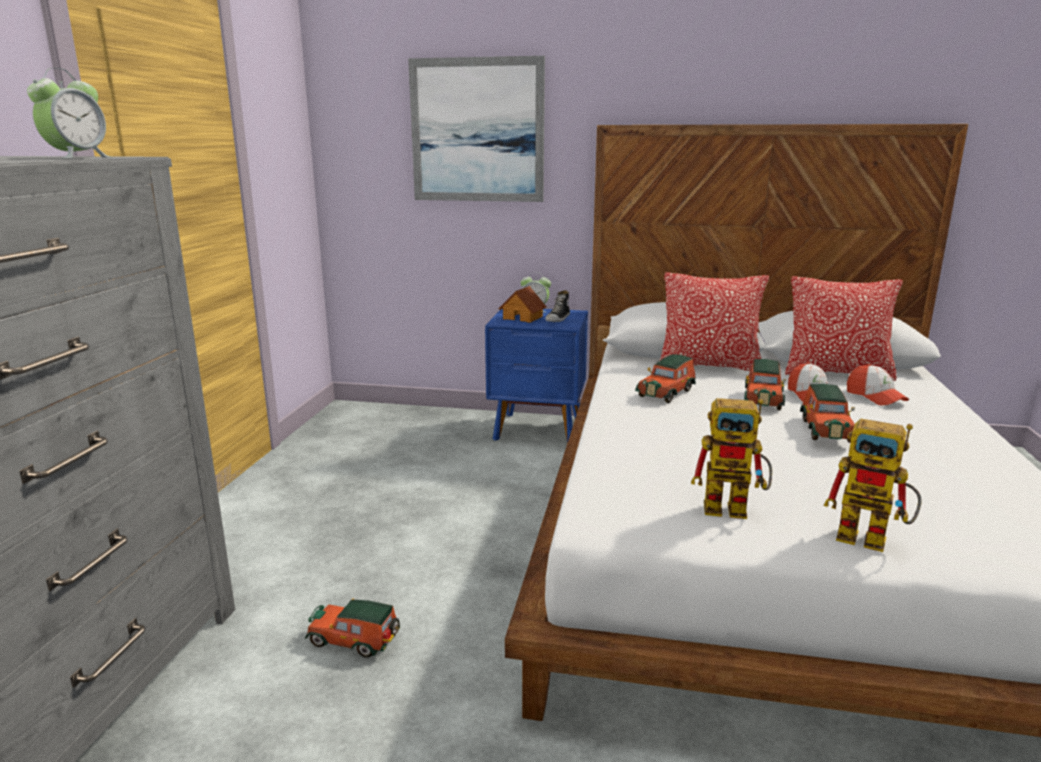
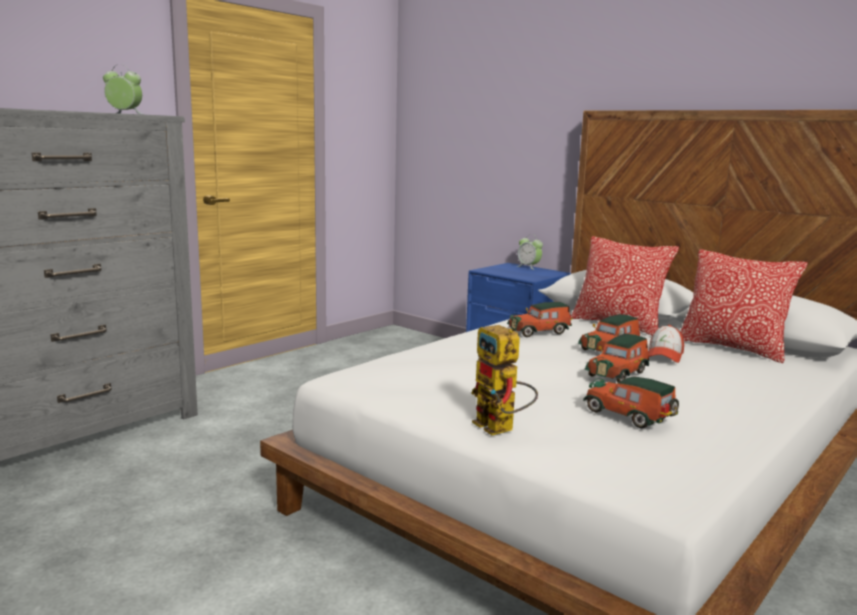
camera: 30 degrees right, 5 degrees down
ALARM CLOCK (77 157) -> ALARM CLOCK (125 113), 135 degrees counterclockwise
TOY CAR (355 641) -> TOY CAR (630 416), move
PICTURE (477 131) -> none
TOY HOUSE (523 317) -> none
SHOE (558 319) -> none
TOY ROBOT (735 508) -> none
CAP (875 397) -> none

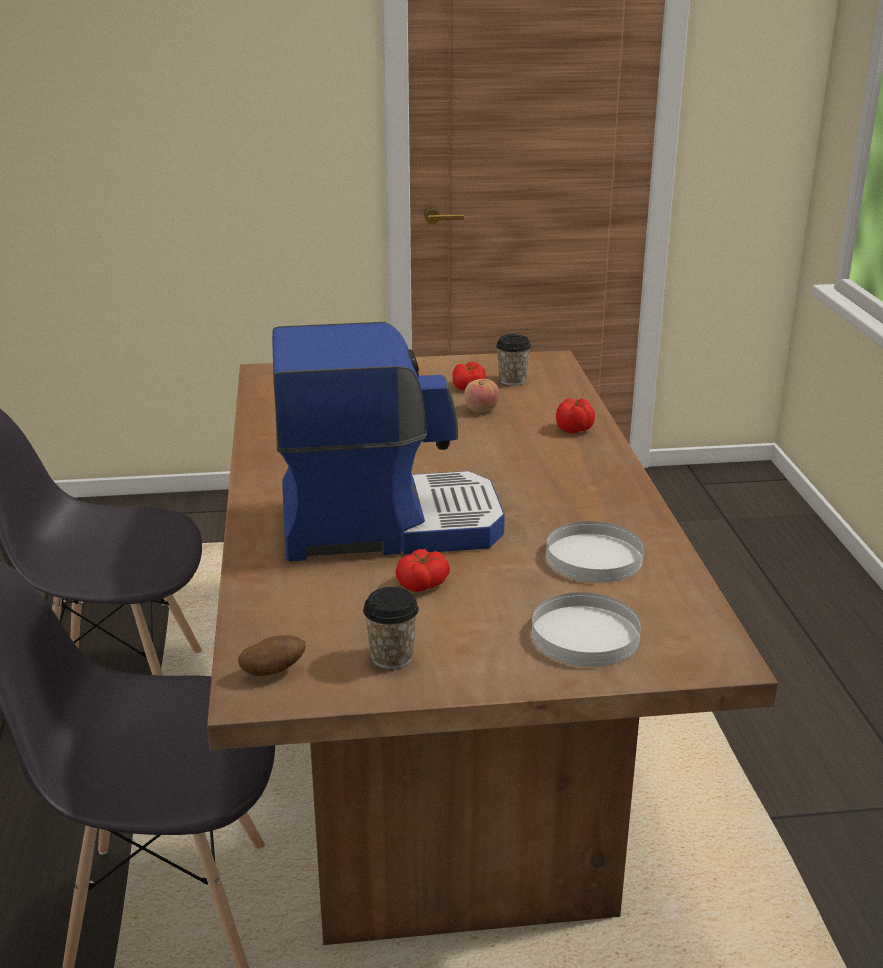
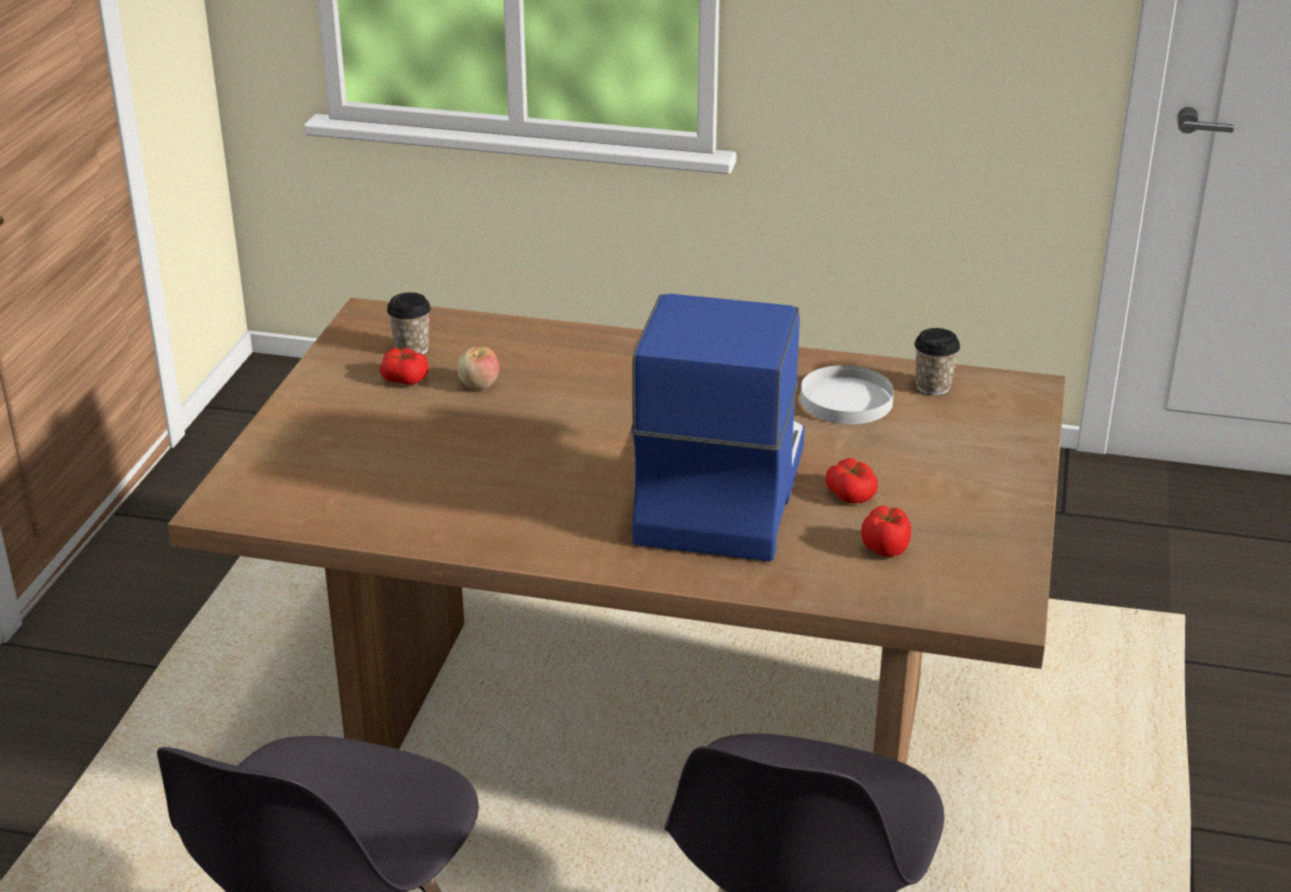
camera: 70 degrees left, 5 degrees up
TOMATO (575 430) -> TOMATO (886 548), move
CUP (392 657) -> CUP (933 387), move
POTATO (273 672) -> none
WHITE PLATE (585 635) -> none

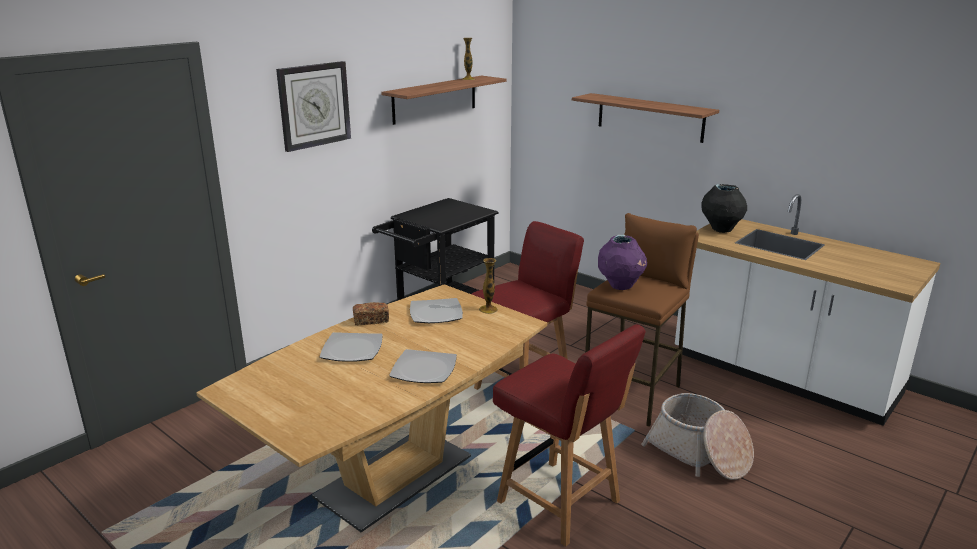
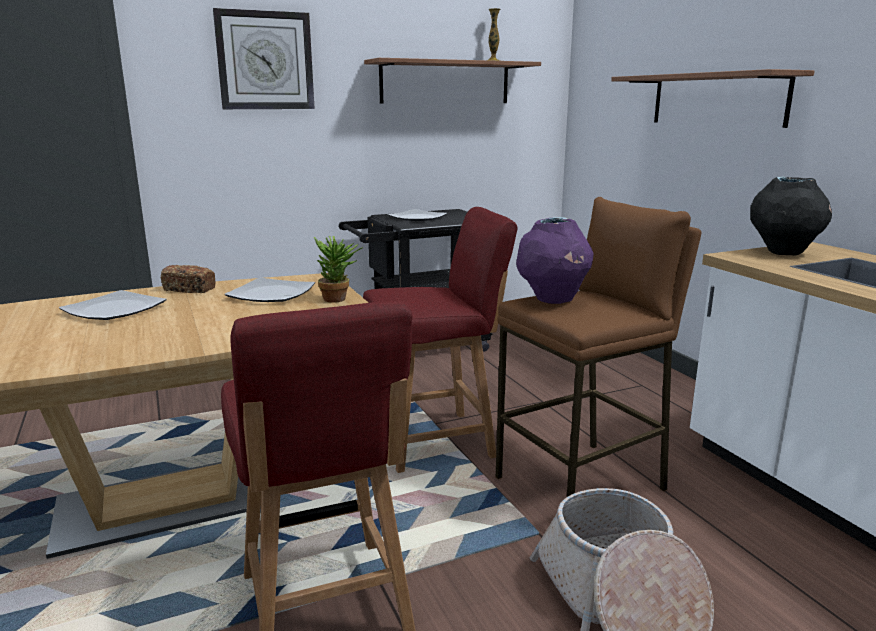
camera: 25 degrees right, 5 degrees down
VASE (488 309) -> POTTED PLANT (339 299)
PLATE (424 370) -> PLATE (417 218), move

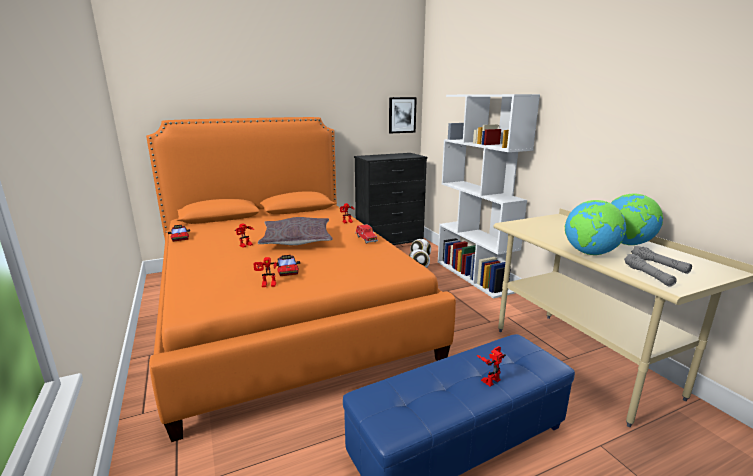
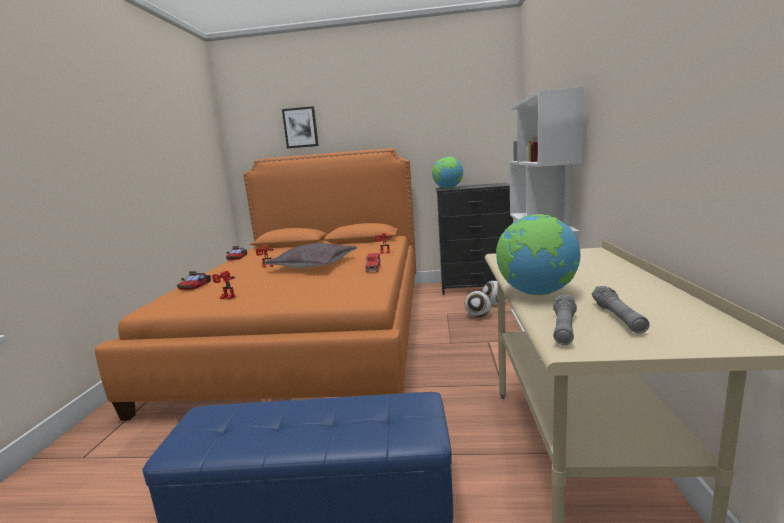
camera: 30 degrees right, 5 degrees down
TOY CAR (287 270) -> TOY CAR (195 285), move
PICTURE (402 115) -> PICTURE (300 127), move
GLOBE (627 244) -> GLOBE (448 188), move
TOY ROBOT (489 378) -> none

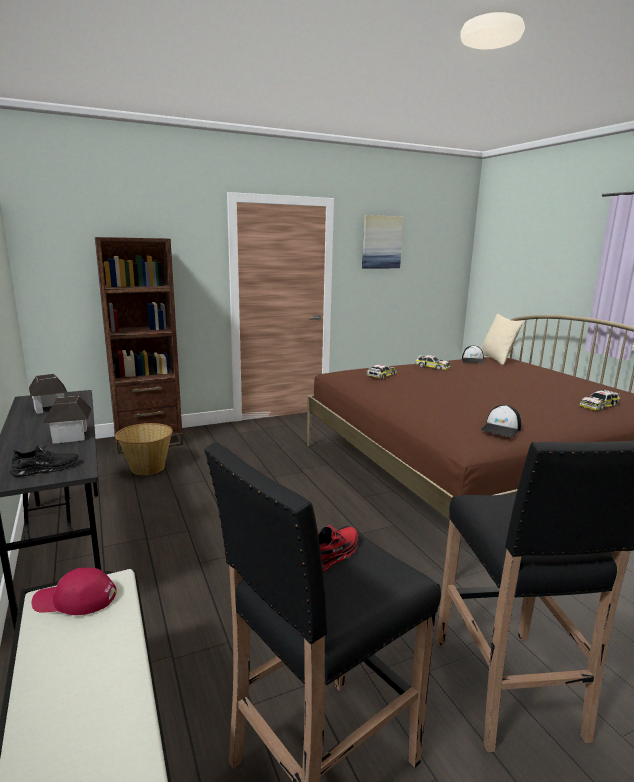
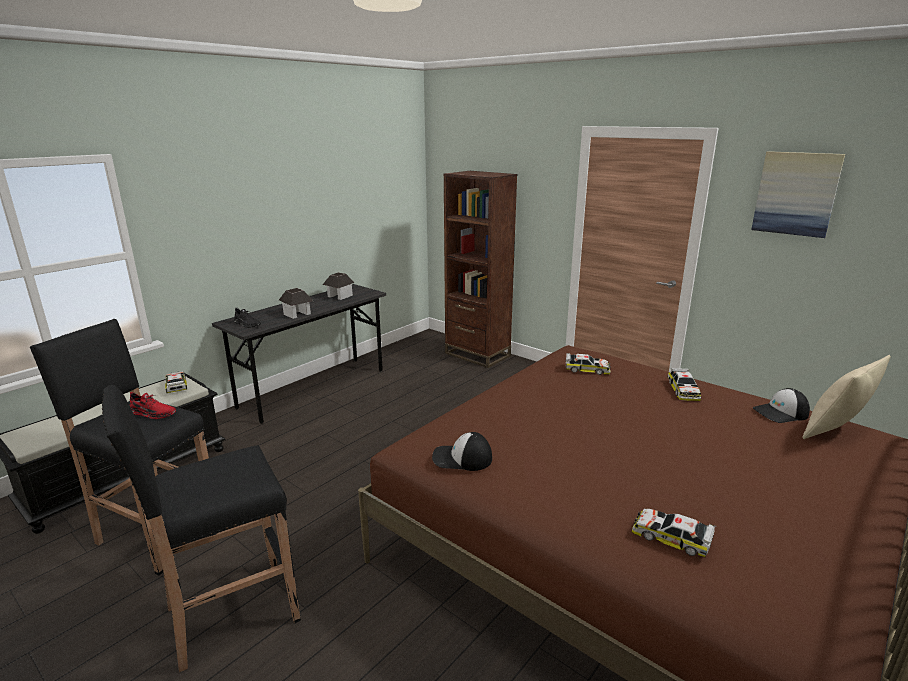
camera: 65 degrees right, 5 degrees up
RED CAP (75 599) -> TOY CAR (176 386)
BASKET (147 467) -> none

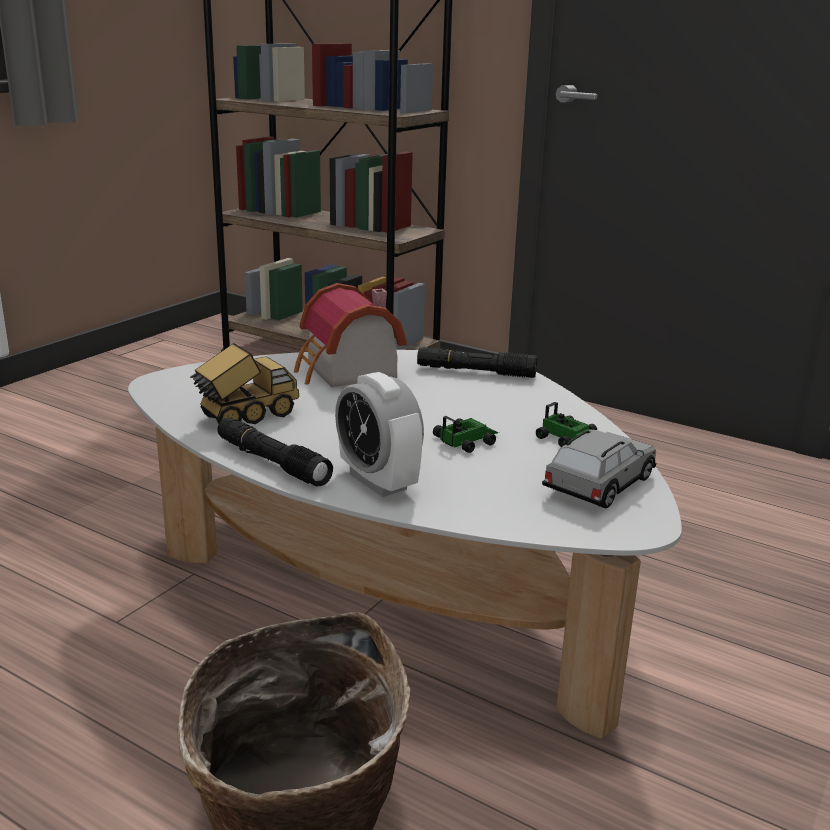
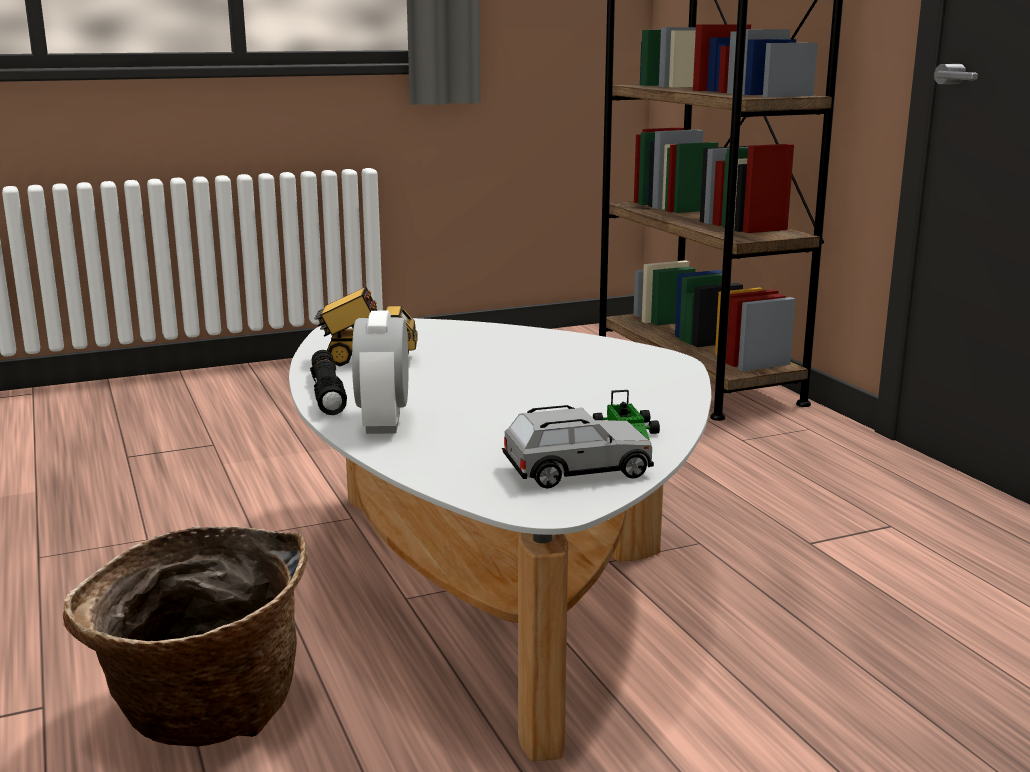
camera: 35 degrees right, 5 degrees down
TOY HOUSE (347 372) -> none
BLACK FLASHLIGHT (475 372) -> none
TOY CAR (469 438) -> none

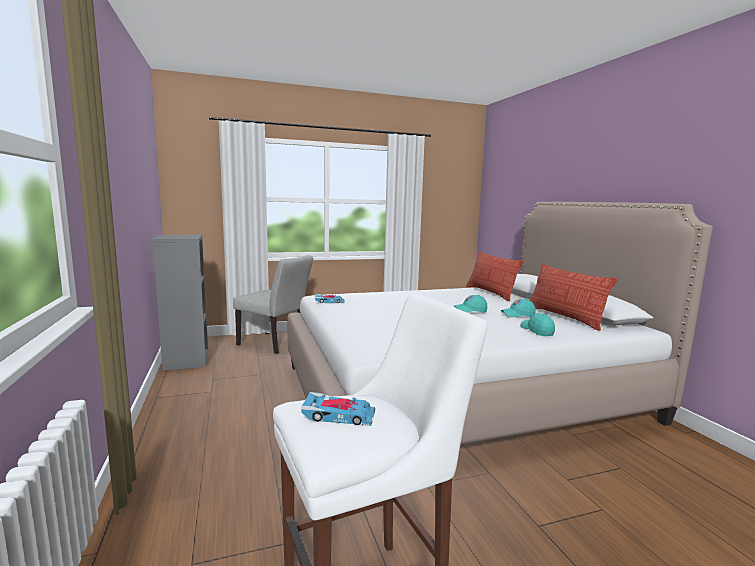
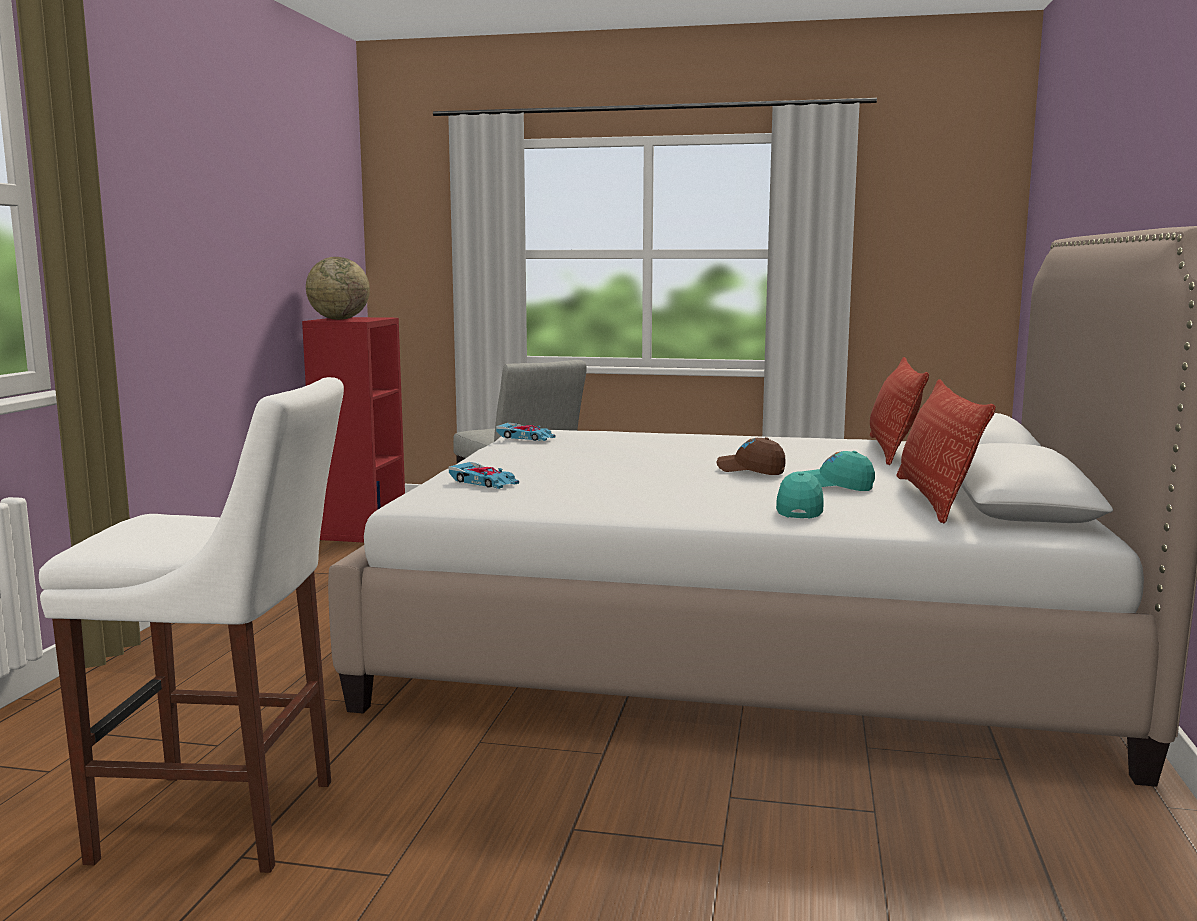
camera: 30 degrees right, 0 degrees up
GREY BOOKCASE (186 360) -> RED BOOKCASE (361 531)
none -> GLOBE (339 319)
TOY CAR (339 415) -> TOY CAR (484 482), move
TURQUOISE CAP (470 310) -> BROWN CAP (751 470)

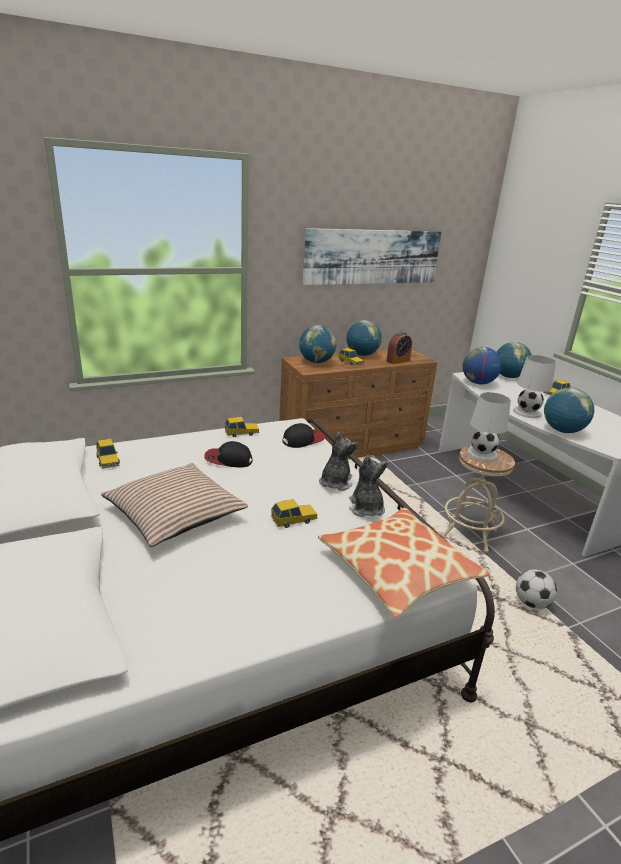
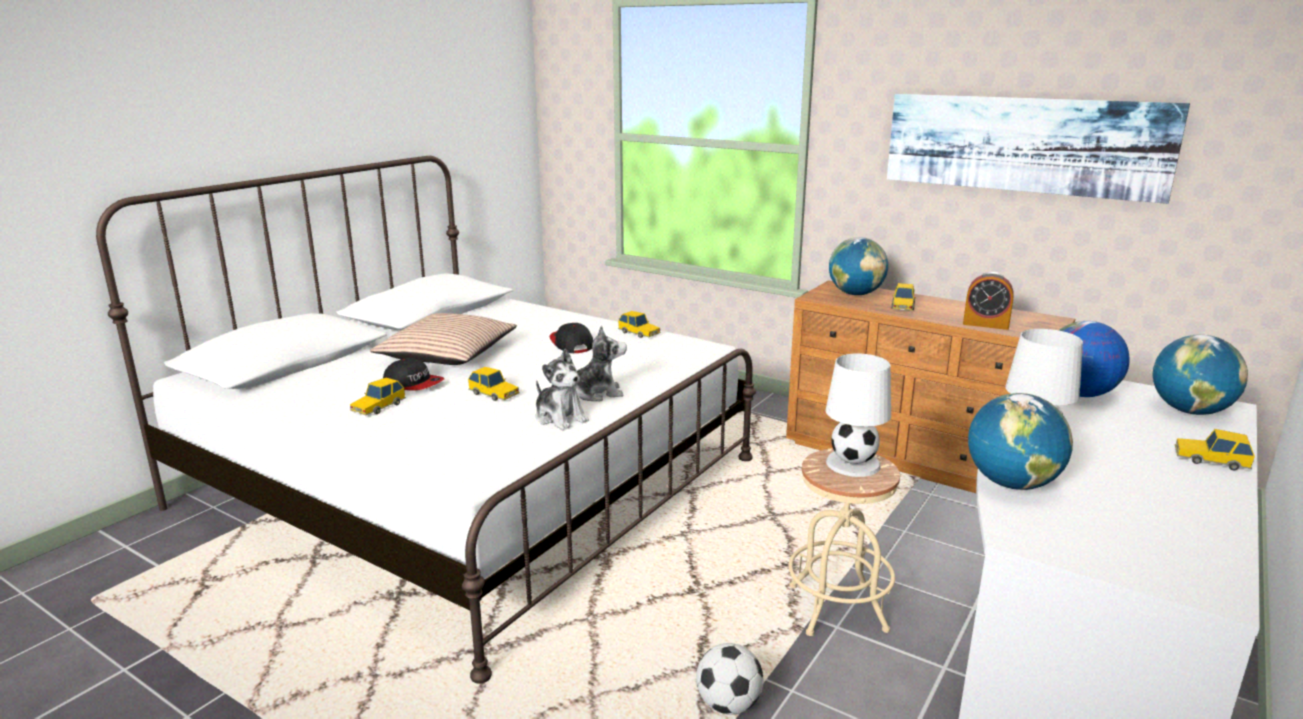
camera: 60 degrees right, 5 degrees down
TOY CAR (108 460) -> TOY CAR (378 407), move
CAP (303 440) -> CAP (413 384), move
PLUSH TOY (366 508) -> PLUSH TOY (560 418), 90 degrees clockwise
PILLOW (397 570) -> none
GLOBE (362 355) -> none

